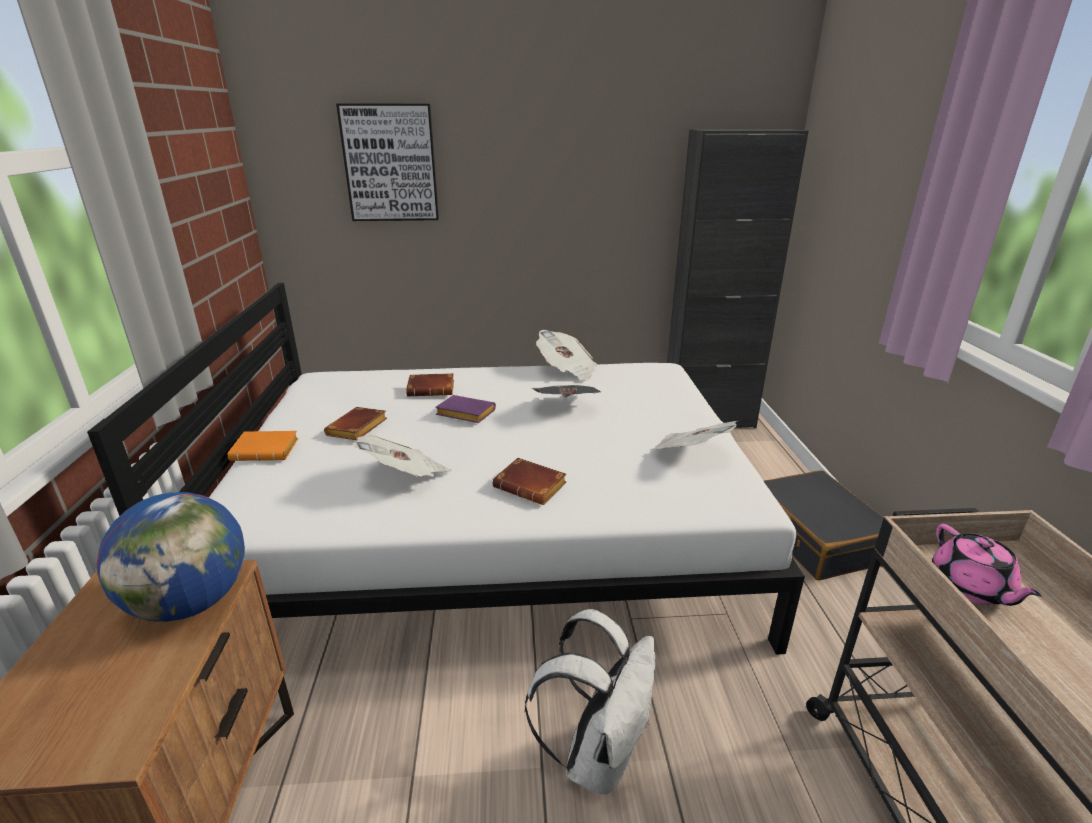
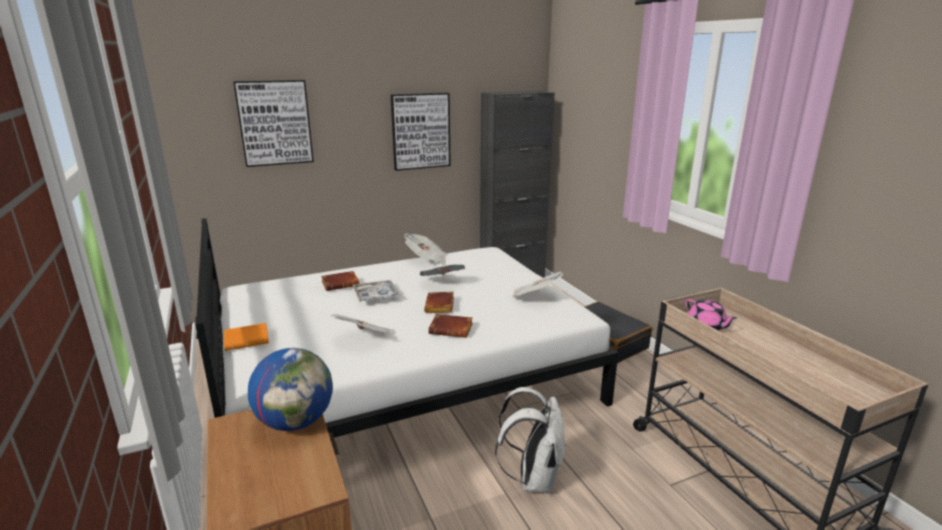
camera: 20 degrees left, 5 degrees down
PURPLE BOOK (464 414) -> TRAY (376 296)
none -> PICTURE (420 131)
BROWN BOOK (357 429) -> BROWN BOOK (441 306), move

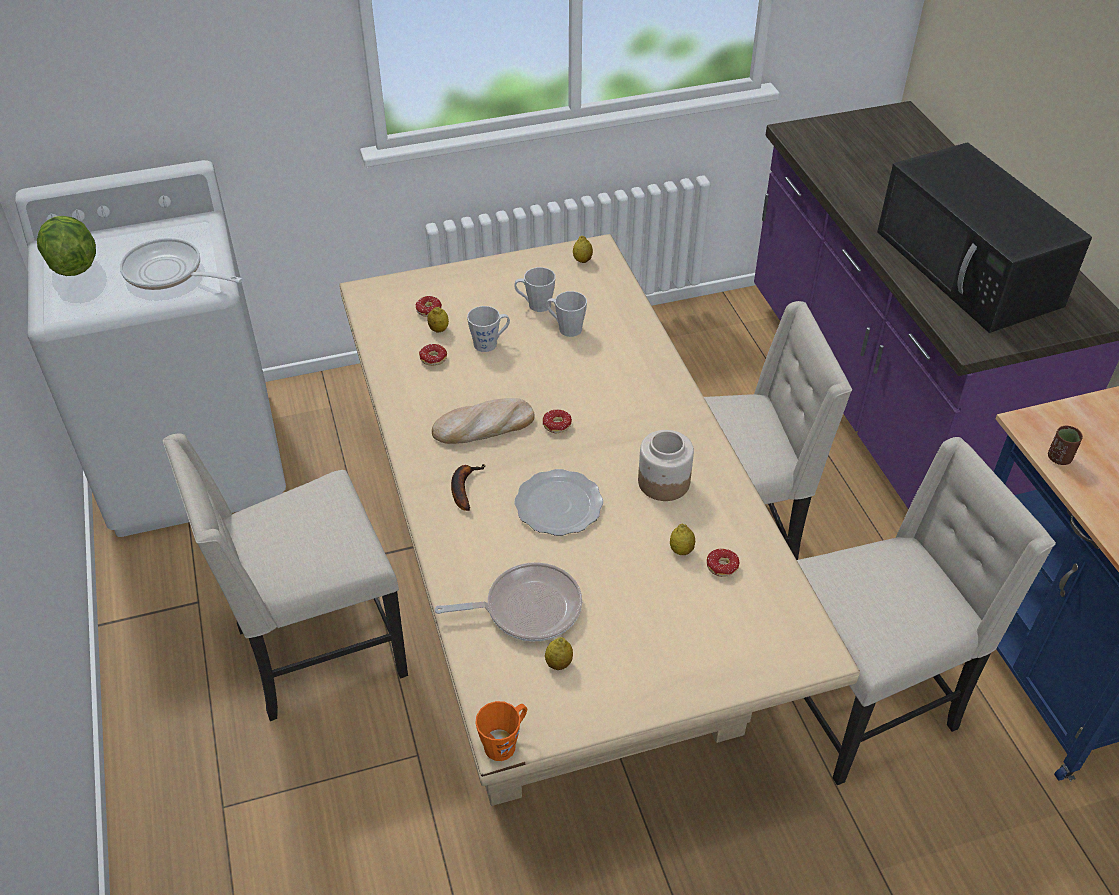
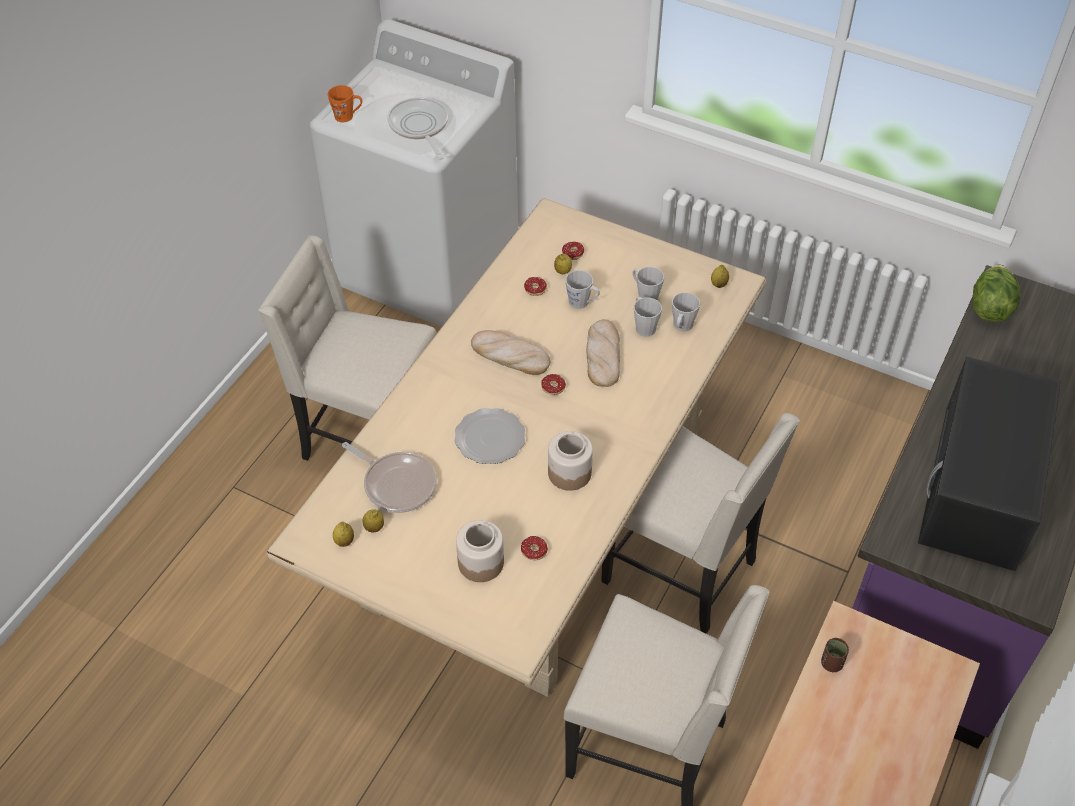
camera: 45 degrees right, 5 degrees up
ORANGE MUG (505 742) -> ORANGE MUG (347 116), move
LEMON (681 550) -> LEMON (344 541), move
none -> JAR (480 562)
none -> BREAD (602 355)
none -> GREY MUG (682 327)
LETTUCE (72 263) -> LETTUCE (990 307), move
BANANA (463 487) -> none

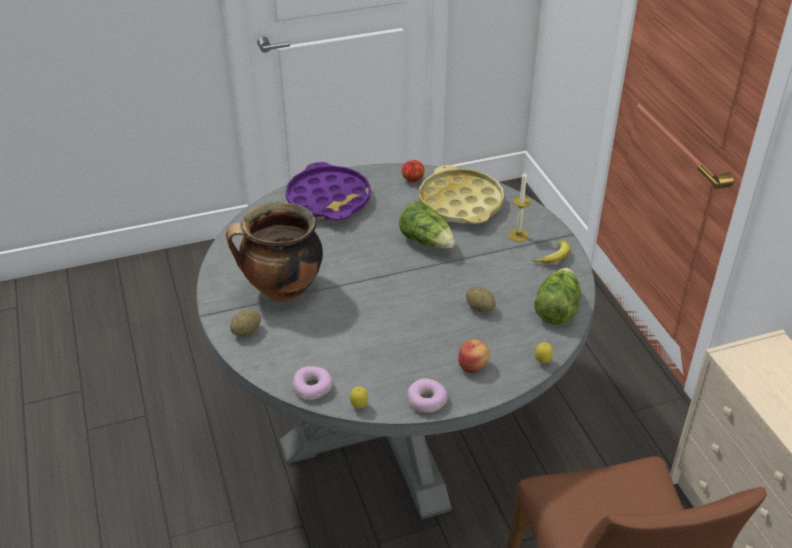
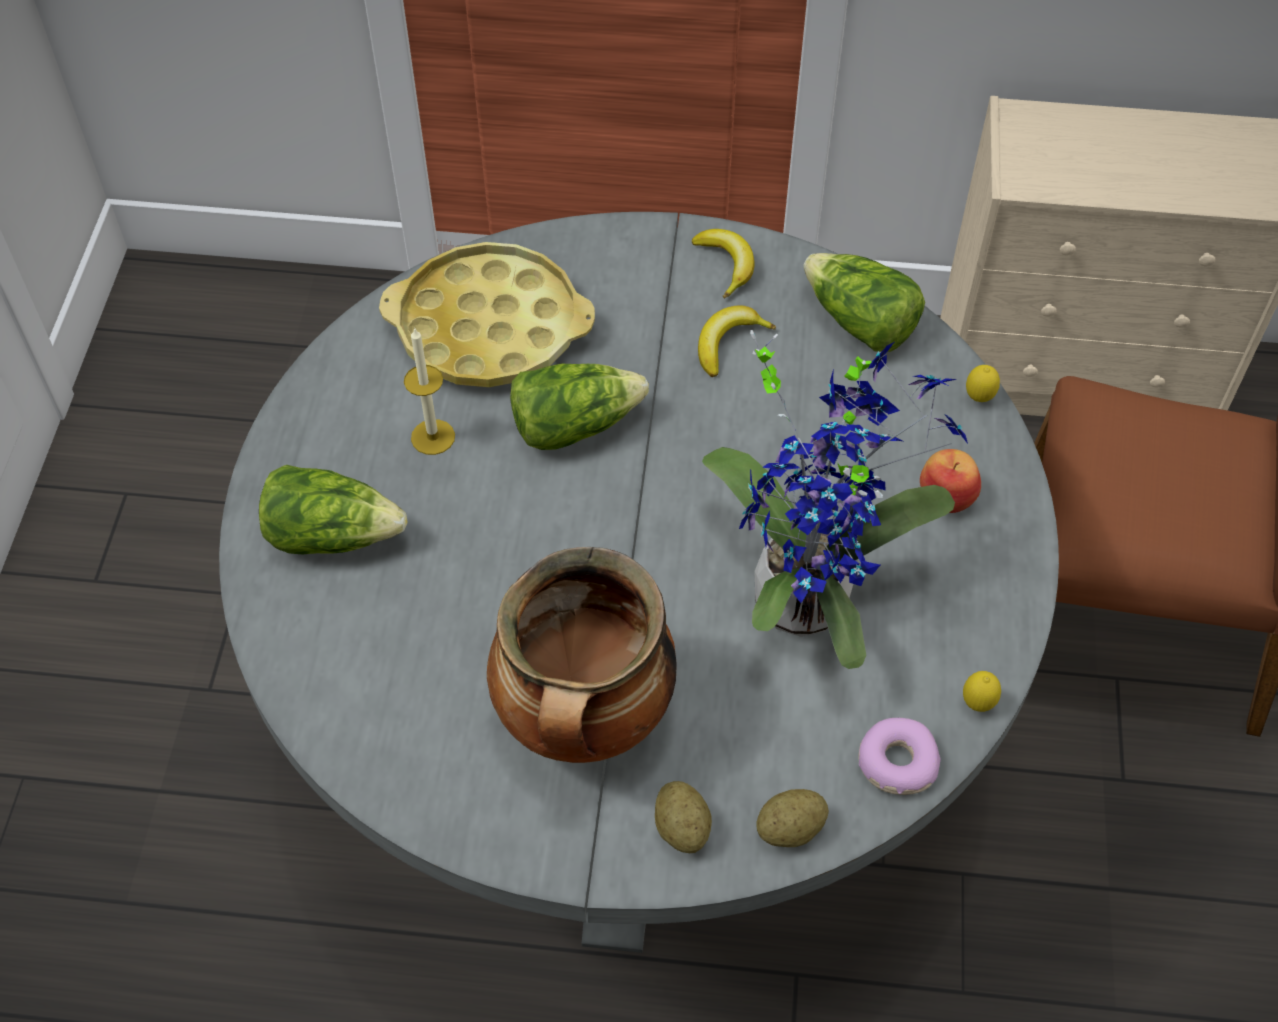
camera: 65 degrees left, 15 degrees up
PURPLE TRAY (328 200) -> LETTUCE (332 534)
CANDLE (518 235) -> CANDLE (433 437), move
none -> BANANA (728 343)
none -> POTTED PLANT (810 593)
POTATO (480 308) -> POTATO (790 829), move
APPLE (413 180) -> none
DONUT (426 401) -> none

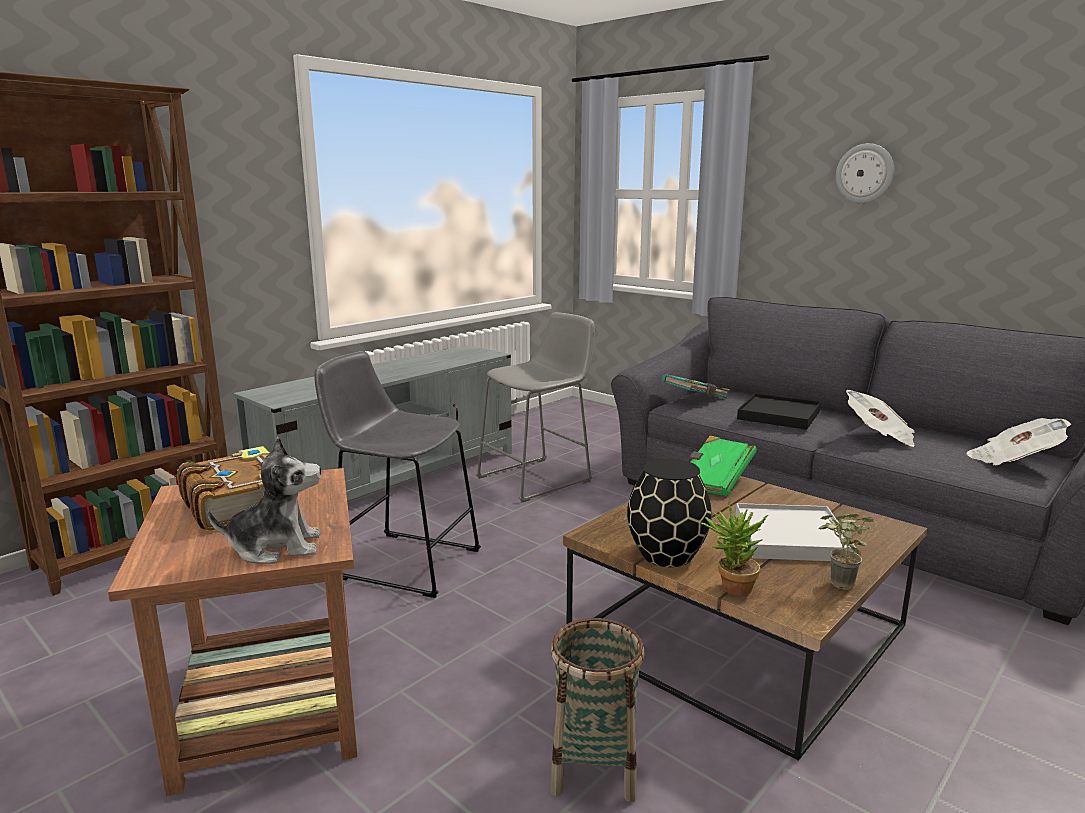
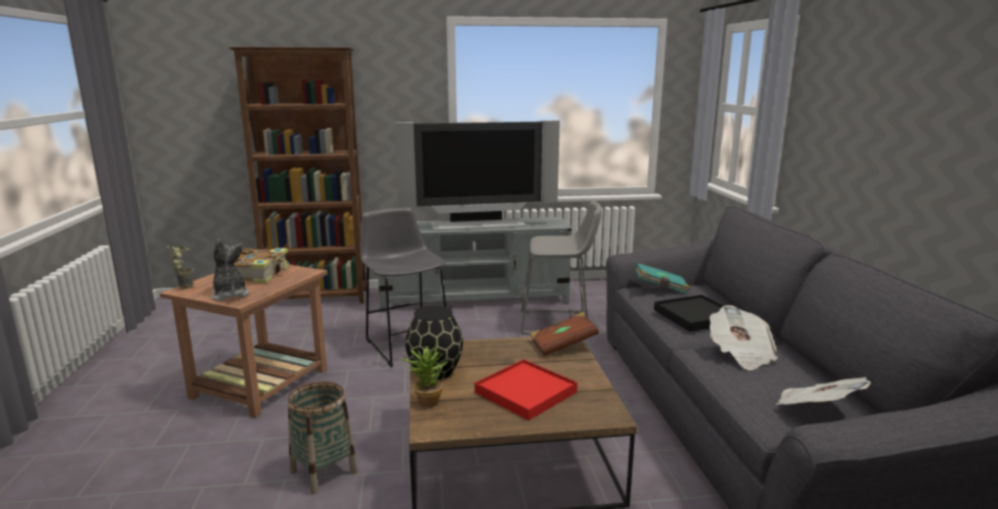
camera: 40 degrees right, 0 degrees up
POTTED PLANT (836 586) -> POTTED PLANT (183 286), move
PLUSH TOY (276 547) -> PLUSH TOY (229 295), 150 degrees counterclockwise
none -> TELEVISION (478 225)
WHITE TRAY (791 537) -> RED TRAY (525 392)
GREEN BOOK (715 480) -> BROWN BOOK (562 345)
WALL CLOCK (865 173) -> none

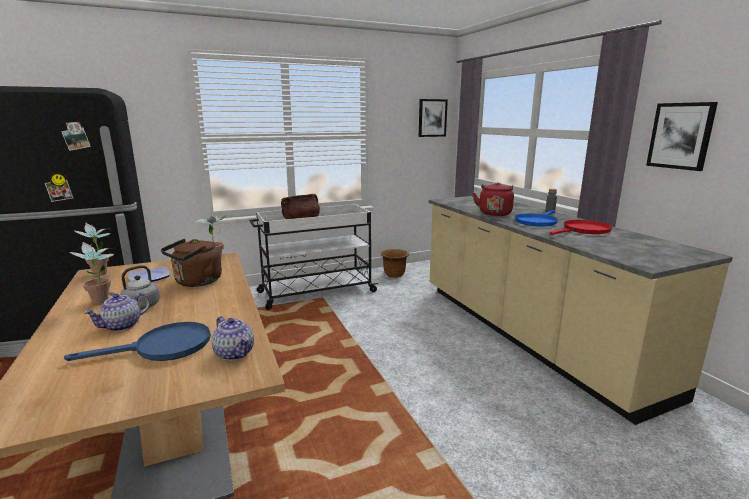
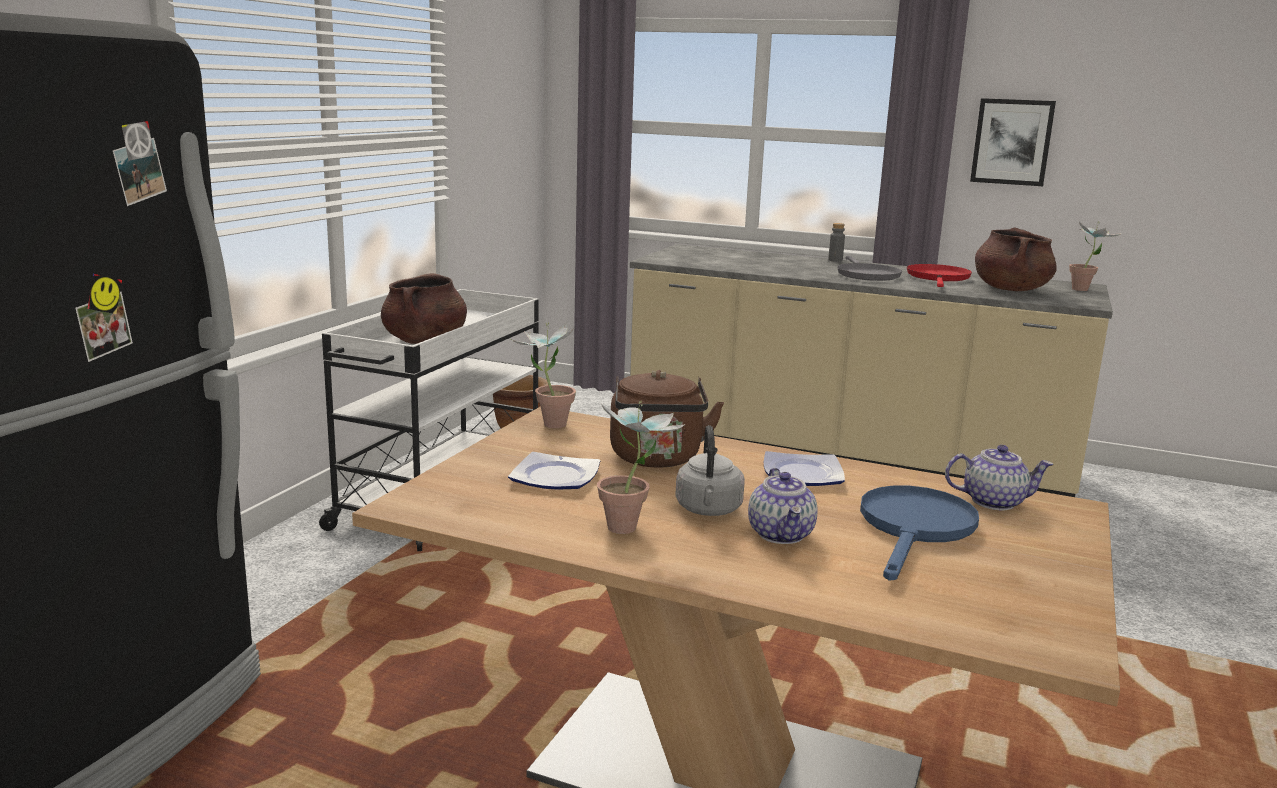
camera: 45 degrees left, 0 degrees up
none -> PLATE (801 475)
BLUE FRYING PAN (536 222) -> GREY FRYING PAN (866 275)
none -> BROWN COOKING POT (1010 289)
POTTED PLANT (101 275) -> POTTED PLANT (1085 289), move
PICTURE (432 118) -> none
RED KETTLE (494 213) -> none

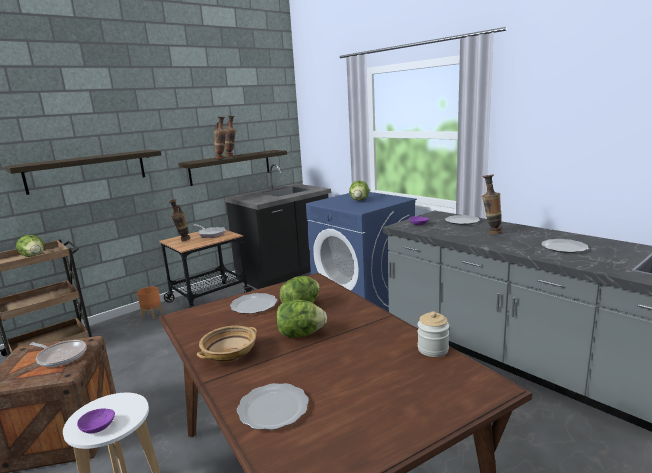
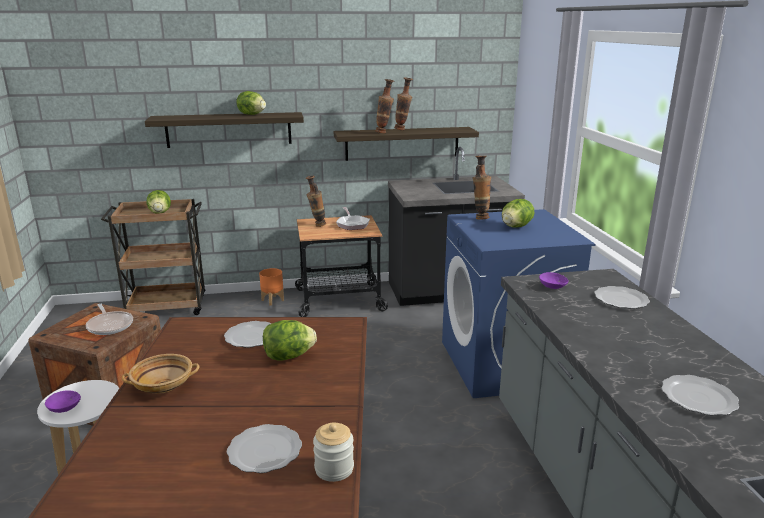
camera: 30 degrees right, 5 degrees up
PLATE (274 408) -> PLATE (266 451), move
LETTUCE (300 334) -> LETTUCE (252 114), move
VASE (491 232) -> VASE (480 218), move

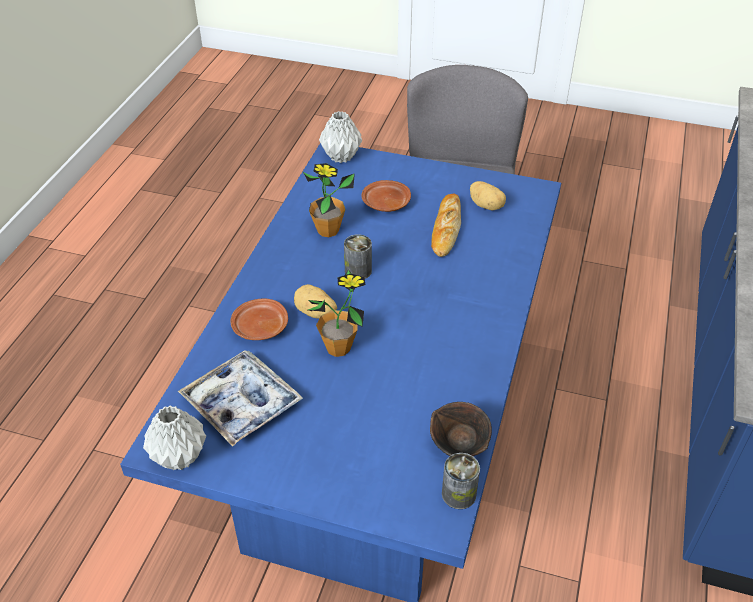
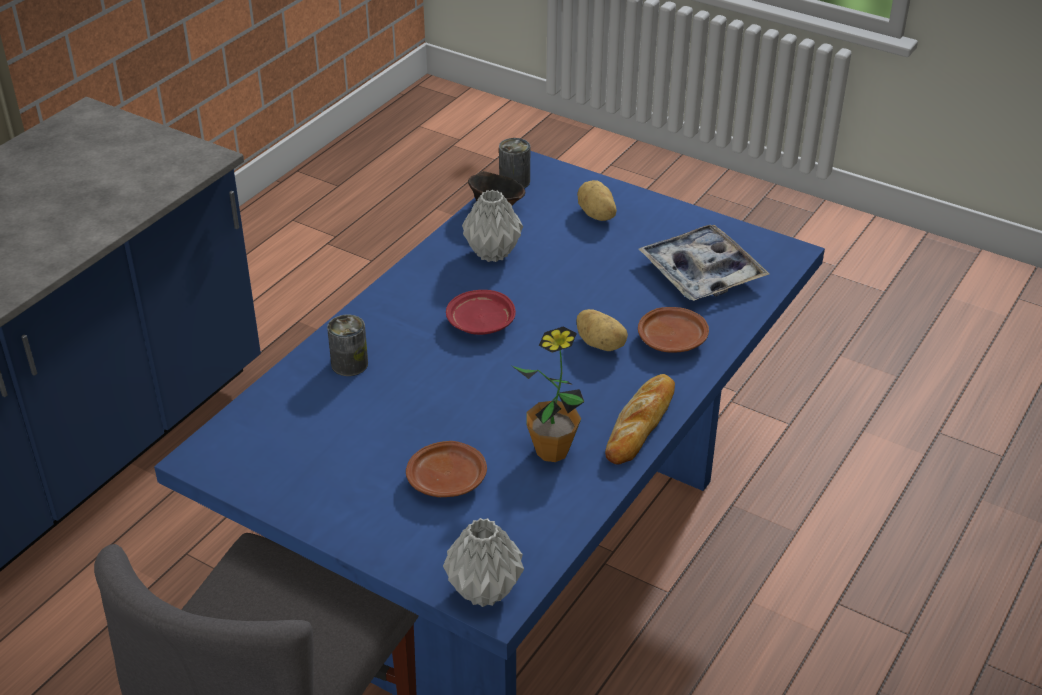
camera: 165 degrees left, 5 degrees down
CAN (358 270) -> CAN (349 364), move
none -> RED PLATE (480 323)
GREY VASE (180 457) -> GREY VASE (491 253), move
POTATO (486 205) -> POTATO (596 215), move
BREAD (446 229) -> BREAD (640 424), move
POTTED PLANT (338 348) -> none

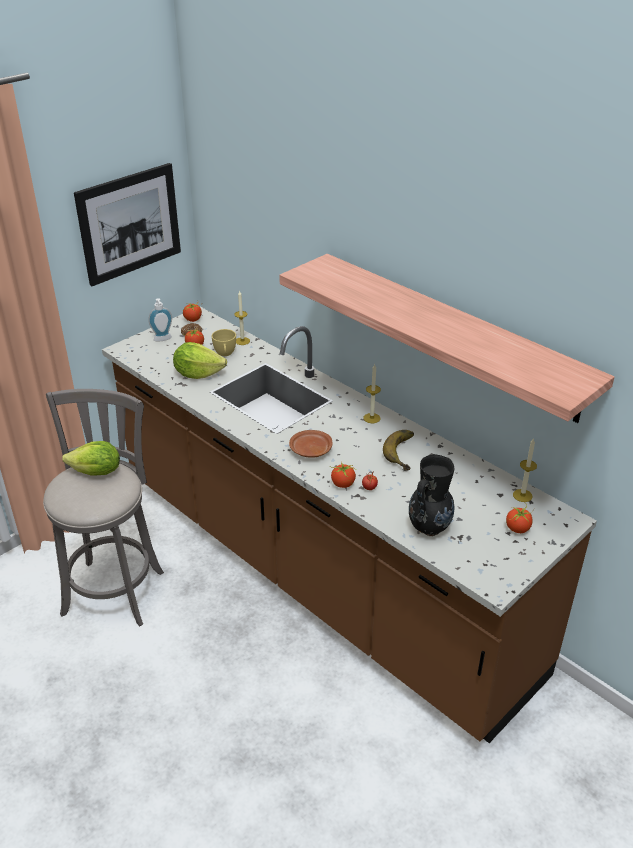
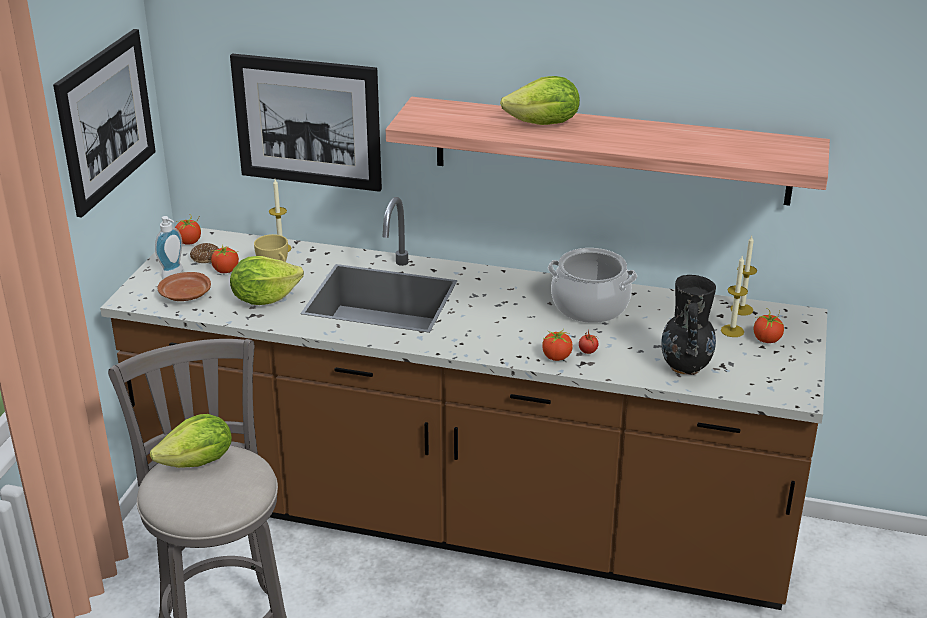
camera: 30 degrees left, 5 degrees down
BROWN PLATE (310 450) -> BROWN PLATE (185 295), move
none -> PICTURE (307 122)
none -> LETTUCE (544 124)
BANANA (406 452) -> COOKING POT (589 306)
CANDLE (372 418) -> CANDLE (732 331), move

